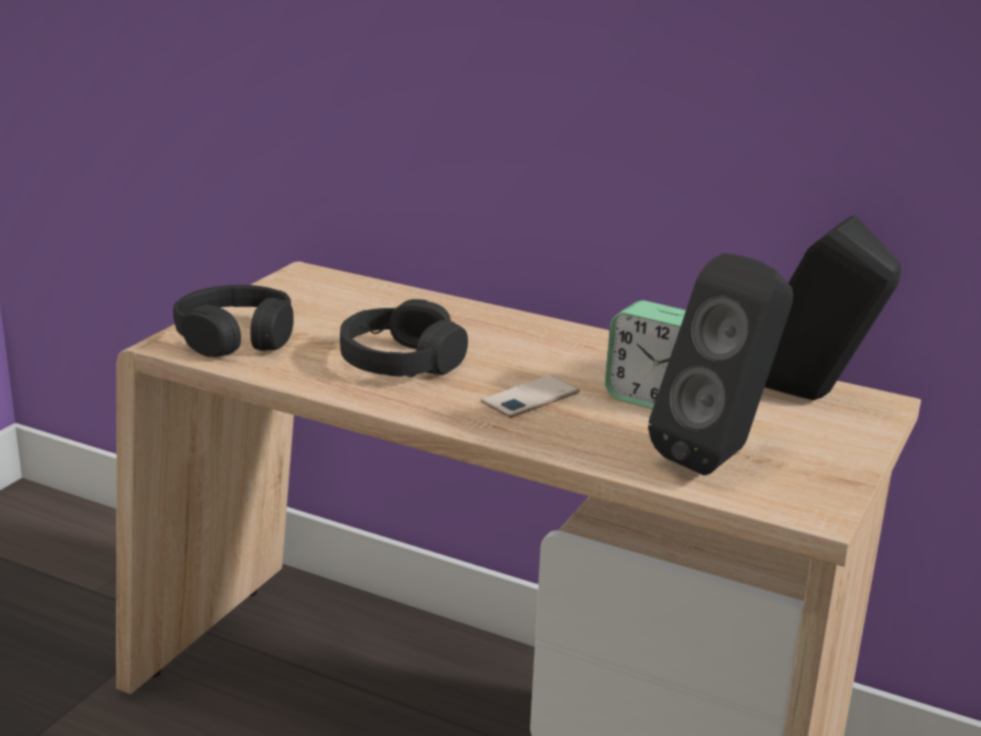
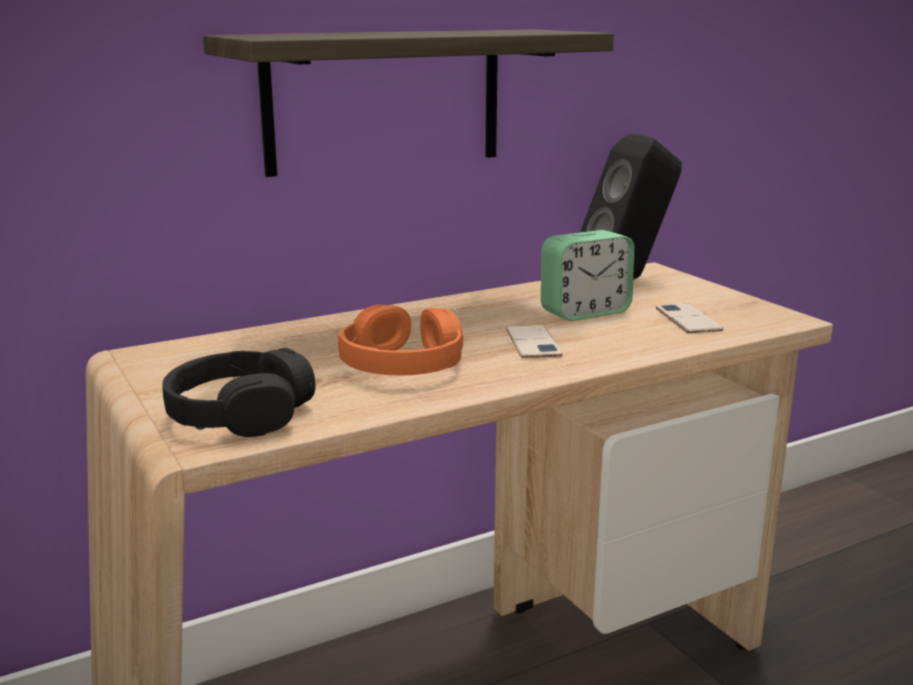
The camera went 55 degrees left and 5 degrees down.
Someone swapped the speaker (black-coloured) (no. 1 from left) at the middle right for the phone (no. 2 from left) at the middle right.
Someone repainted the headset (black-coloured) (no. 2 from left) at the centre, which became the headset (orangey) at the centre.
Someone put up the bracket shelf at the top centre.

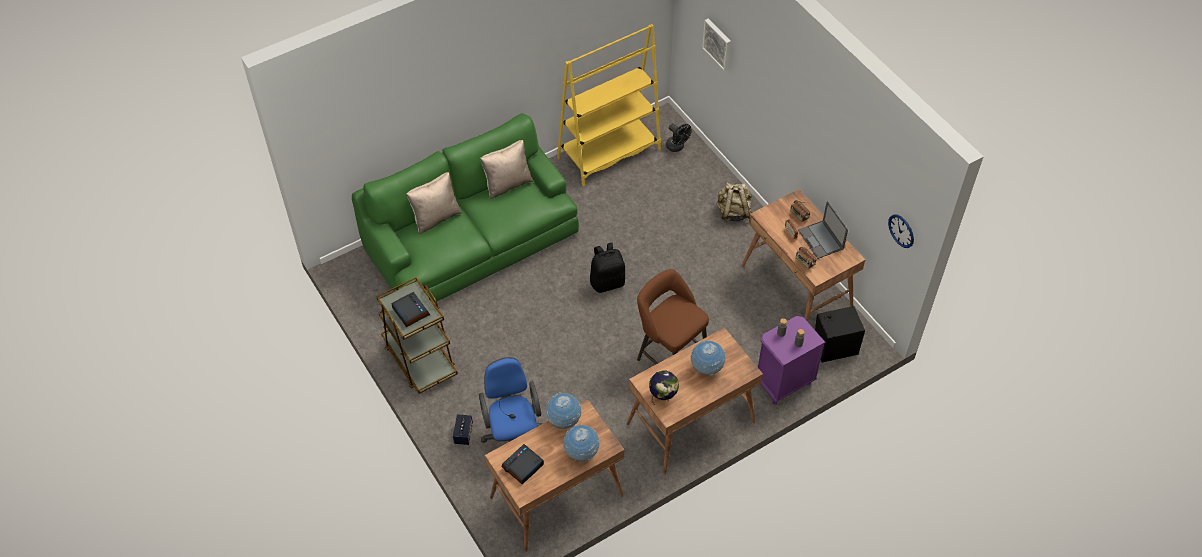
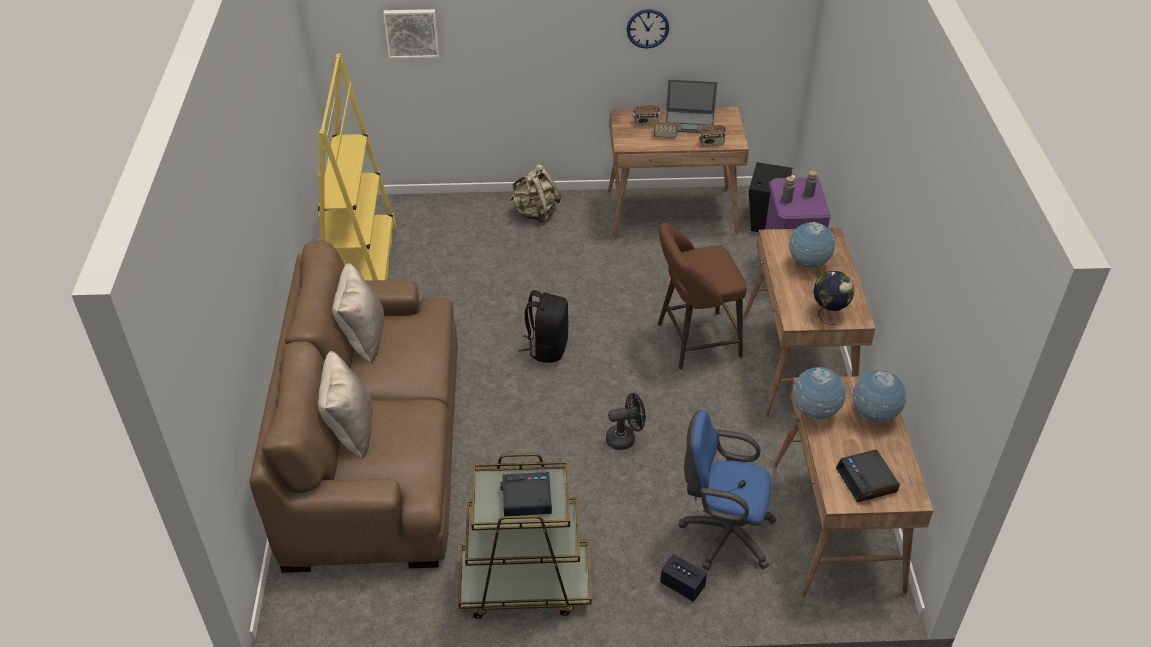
The camera went 60 degrees left and 10 degrees down.
Someone repainted the settee (green-coloured) at the centre, which became the settee (brownish) at the middle left.
Someone carried the electric fan (black-coloured) from the top centre to the centre.
Someone carried the clock on the wall from the middle right to the top centre.

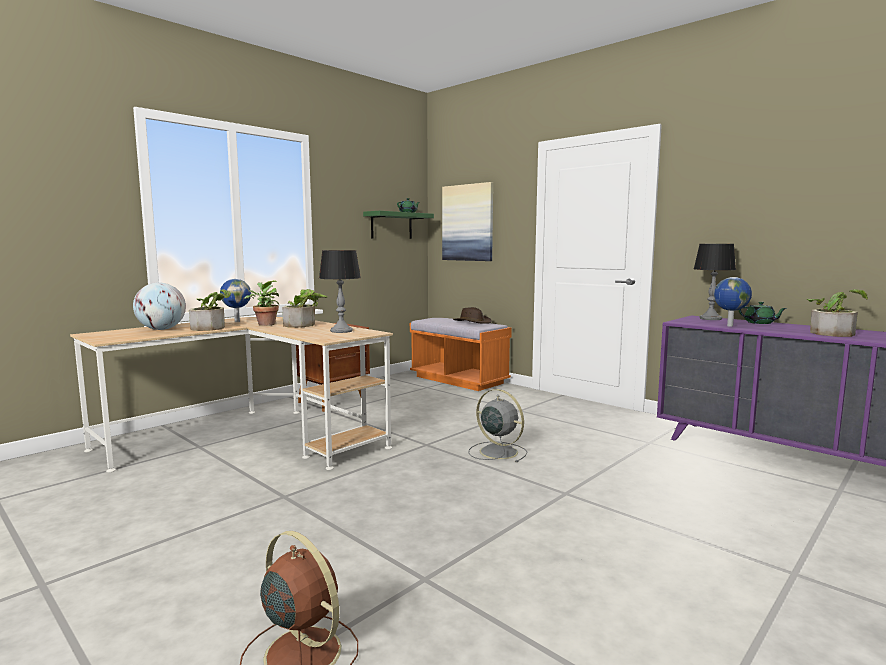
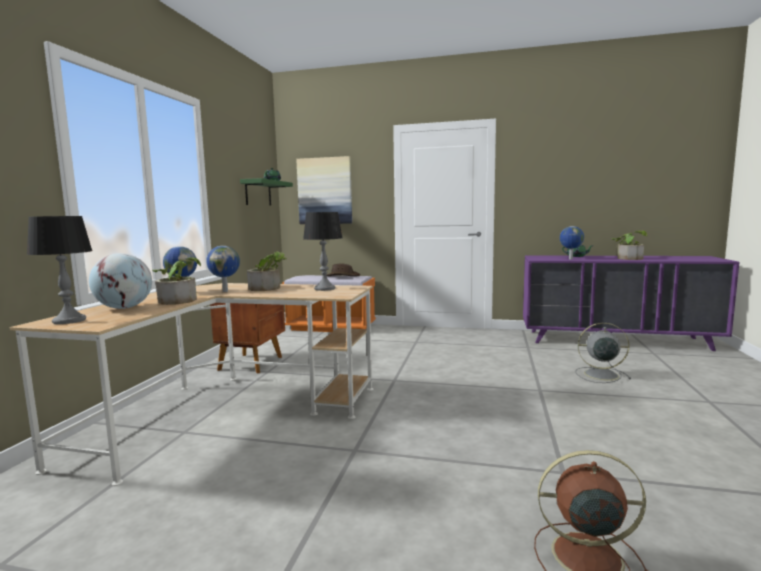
The camera went 30 degrees left and 0 degrees up.
Someone carried the table lamp (no. 2 from left in the first image) from the middle right to the middle left.
Someone swapped the houseplant (no. 2 from left) at the middle left for the globe (no. 3 from left) at the middle left.
Someone carried the electric fan (gray) from the centre to the middle right.

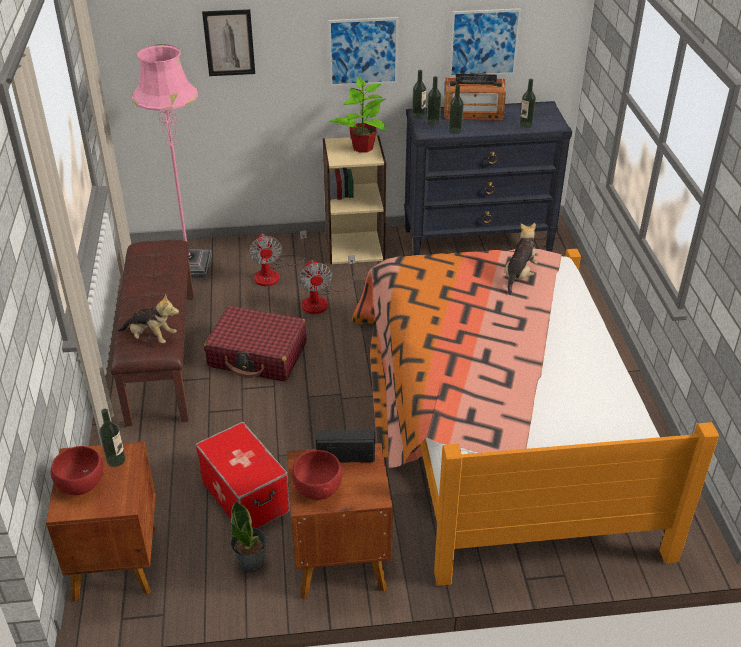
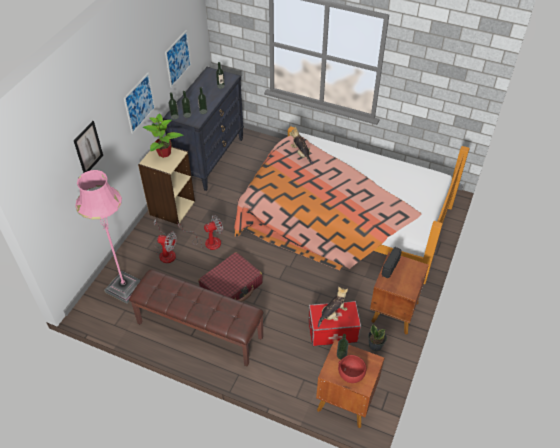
The camera went 60 degrees left and 10 degrees up.
Someone took away the radio set (no. 2 from left) at the top centre.
Someone rotated the electric fan (no. 2 from left) at the centre by 45 degrees counterclockwise.
Someone carried the soft toy (no. 1 from left in the first image) from the middle left to the bottom centre.
Someone took away the serving bowl (red-coloured) (no. 2 from left) at the bottom centre.

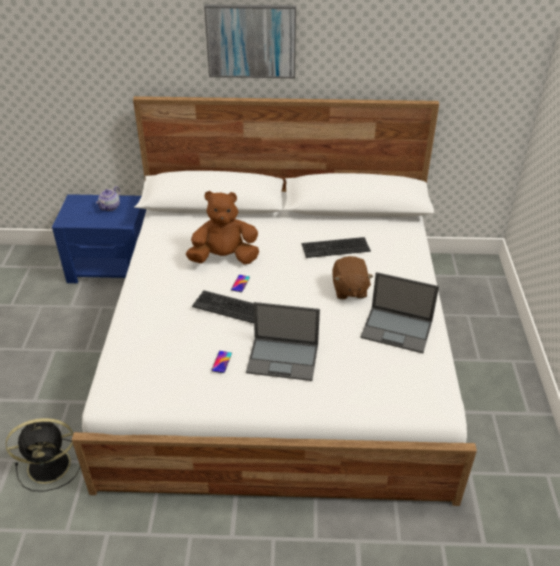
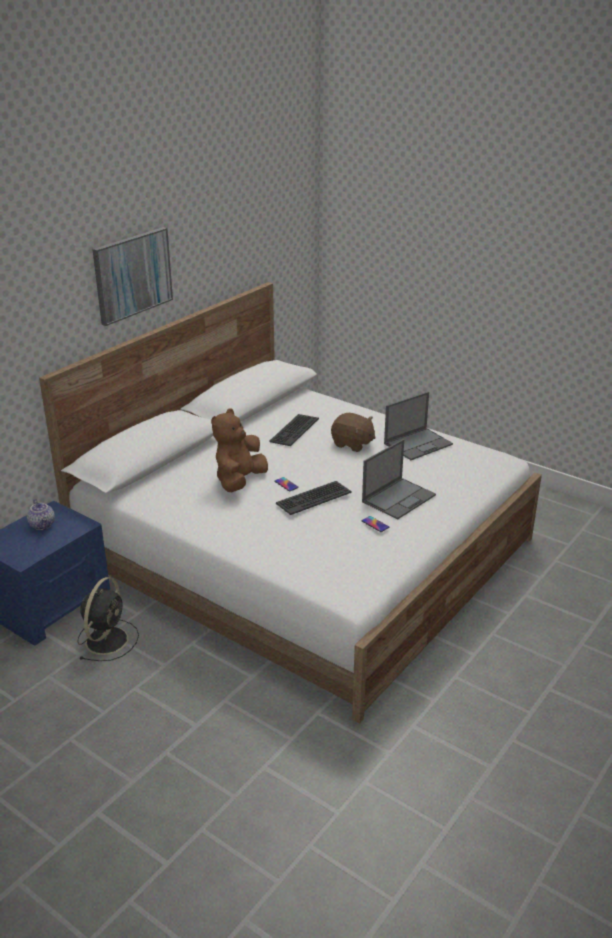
The camera went 55 degrees left and 10 degrees down.
Someone carried the electric fan (black-coloured) from the bottom left to the middle left.

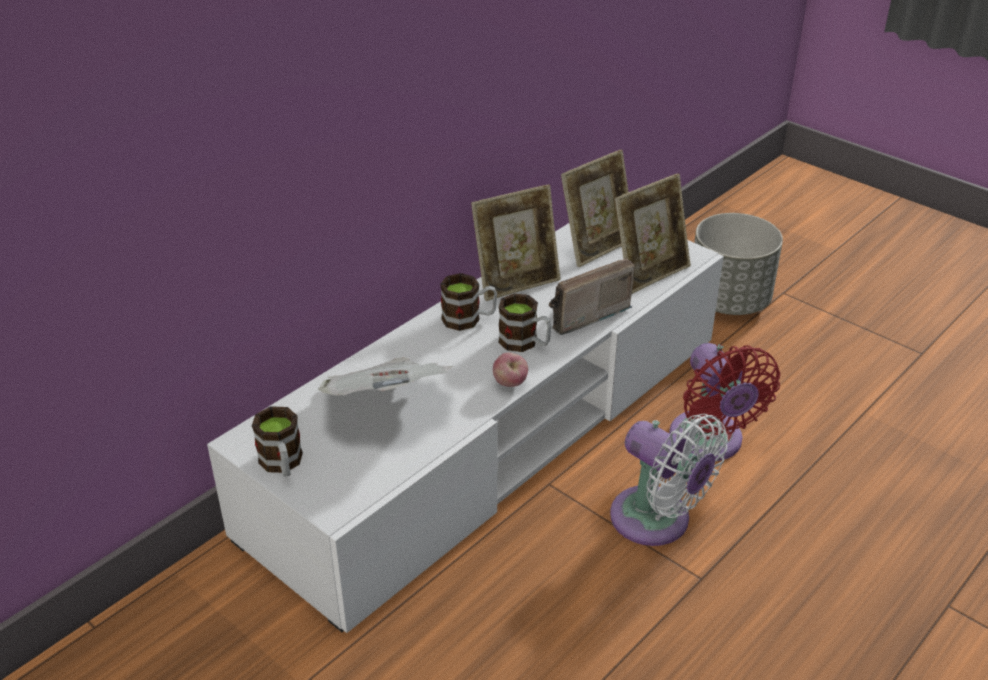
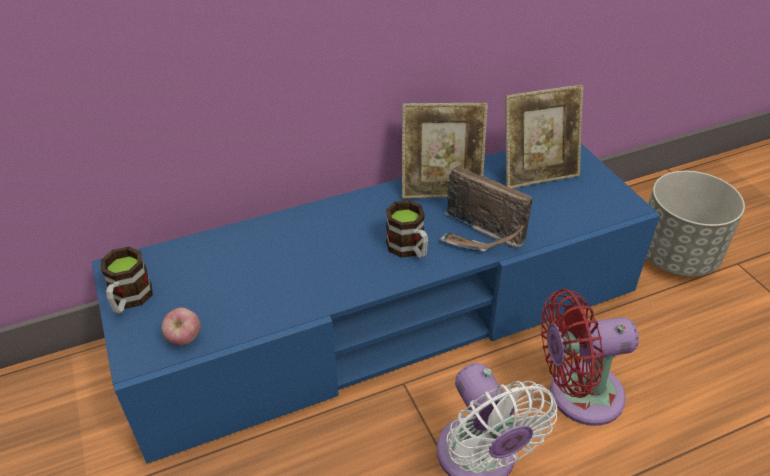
The camera went 25 degrees right and 5 degrees up.
Someone took away the picture frame (no. 3 from left) at the centre.
Someone repainted the media console (white-coloured) at the centre, which became the media console (blue-coloured) at the centre.
Someone rotated the radio set at the centre by 135 degrees counterclockwise.
Someone took away the tea mug (no. 2 from left) at the centre.
Someone rotated the electric fan (red-coloured) at the middle right by 75 degrees clockwise.
Someone carried the apple fruit from the centre to the bottom left.
Someone took away the newspaper at the centre.

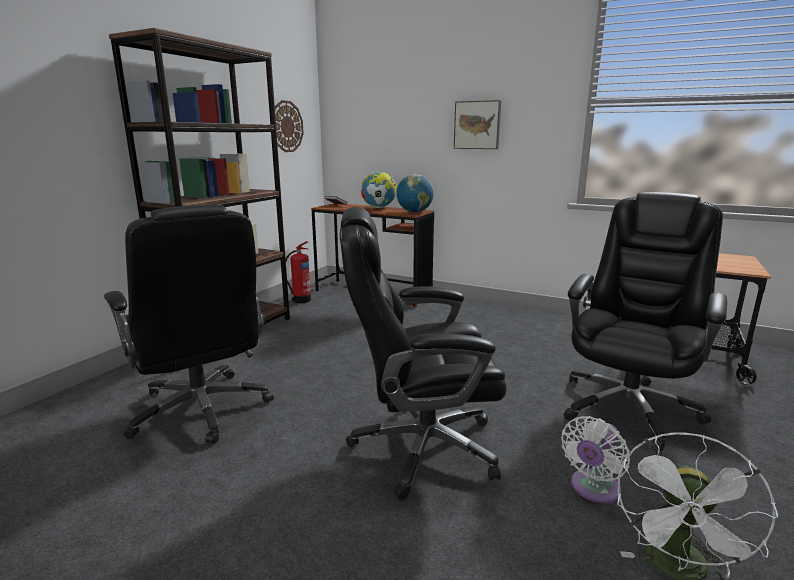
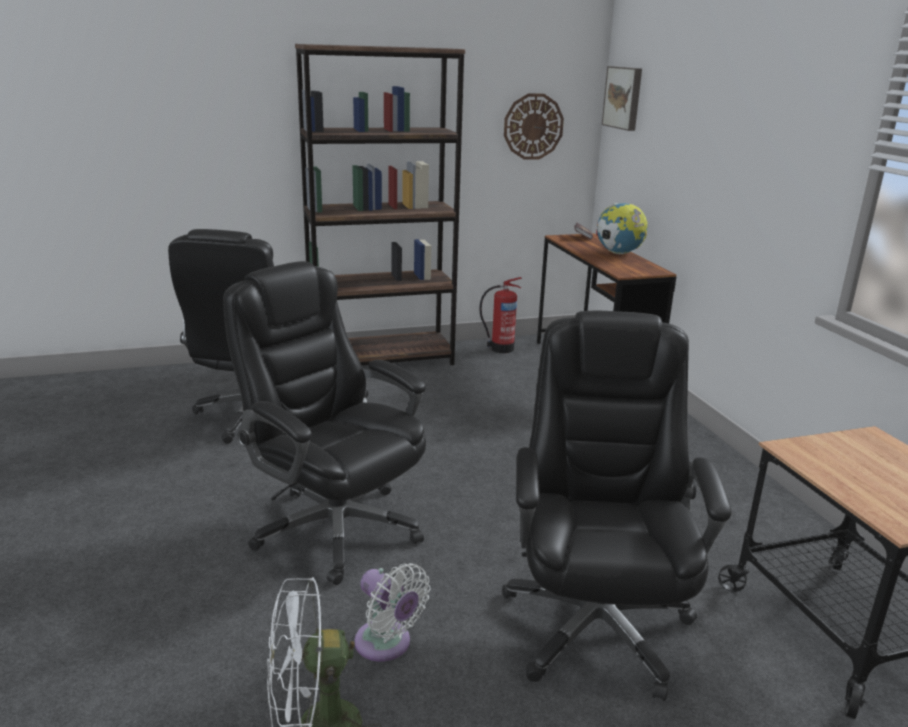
The camera went 45 degrees right and 5 degrees up.
Someone carried the wall picture from the top centre to the top right.
Someone took away the globe (no. 2 from left) at the top centre.
Someone rotated the desk chair (black-coloured) (no. 3 from left) at the middle right by 75 degrees counterclockwise.
Someone rotated the electric fan (white-coloured) (no. 1 from left in the first image) at the bottom right by 135 degrees counterclockwise.

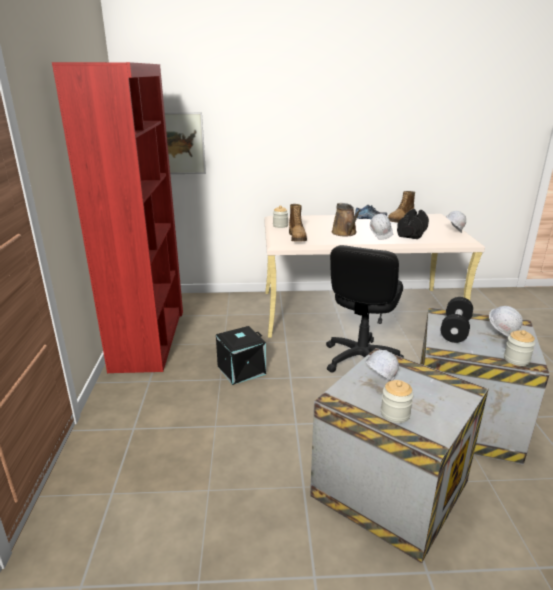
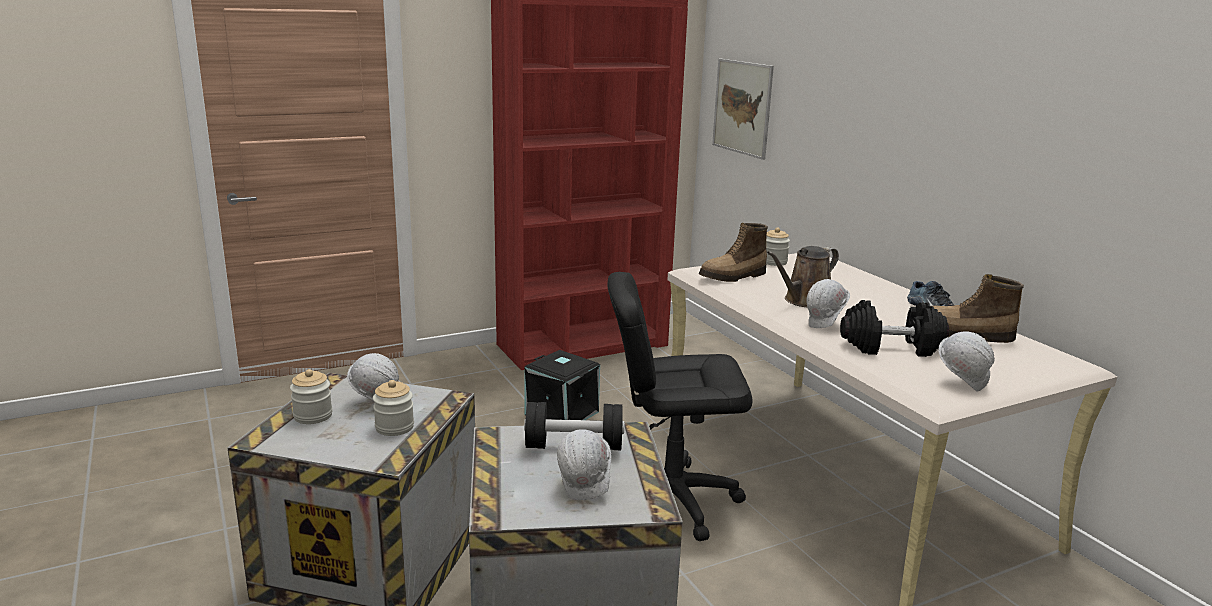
The camera went 65 degrees right and 5 degrees down.
Someone carried the storage jar (no. 3 from left in the first image) from the middle right to the bottom left.

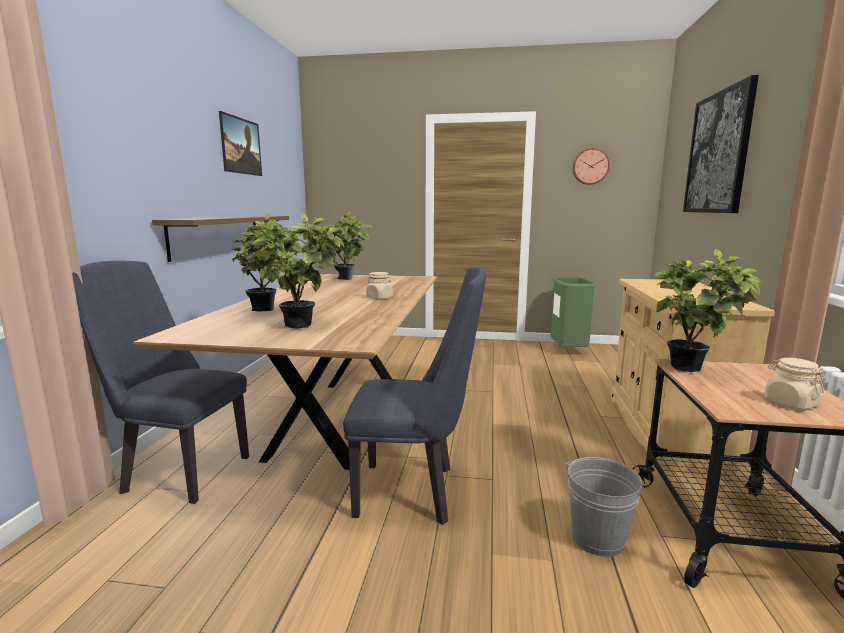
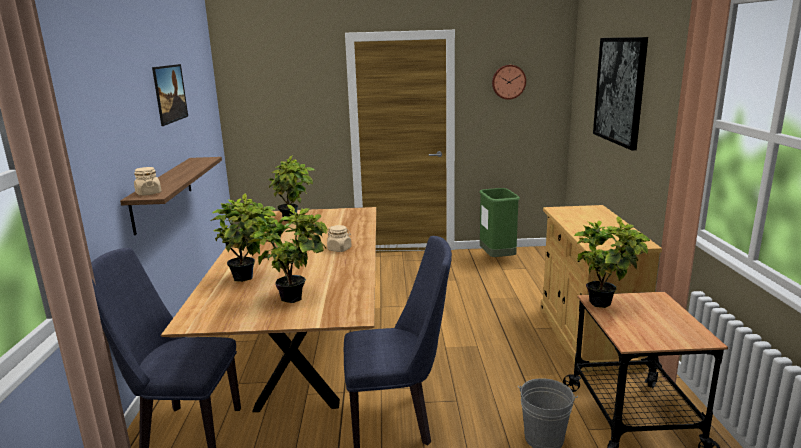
The camera went 10 degrees left and 5 degrees up.
Someone carried the storage jar (beige-coloured) (no. 2 from left in the first image) from the middle right to the middle left.

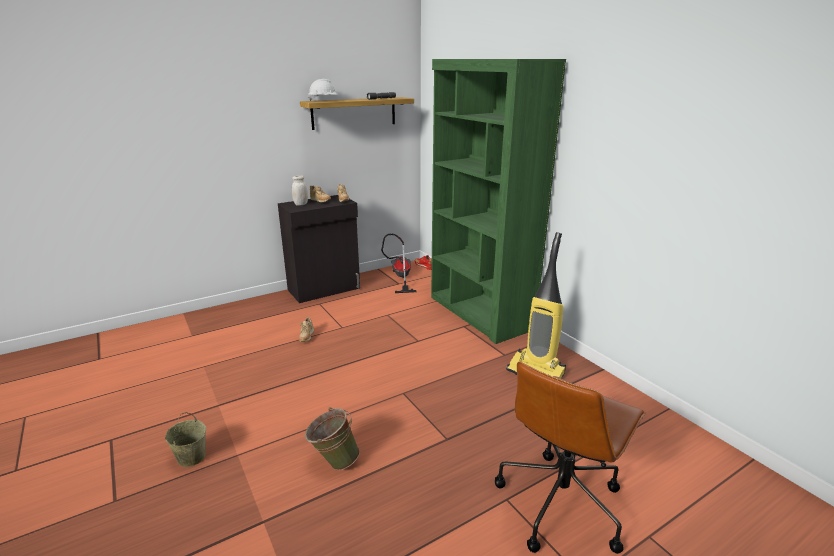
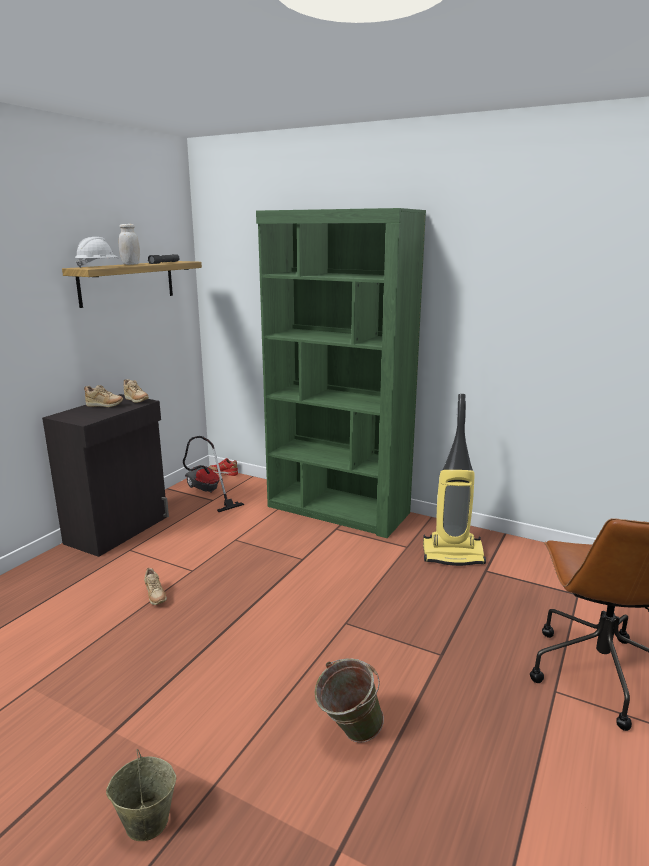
The camera went 30 degrees left and 5 degrees down.
Someone carried the storage jar (white-coloured) from the centre to the top left.

